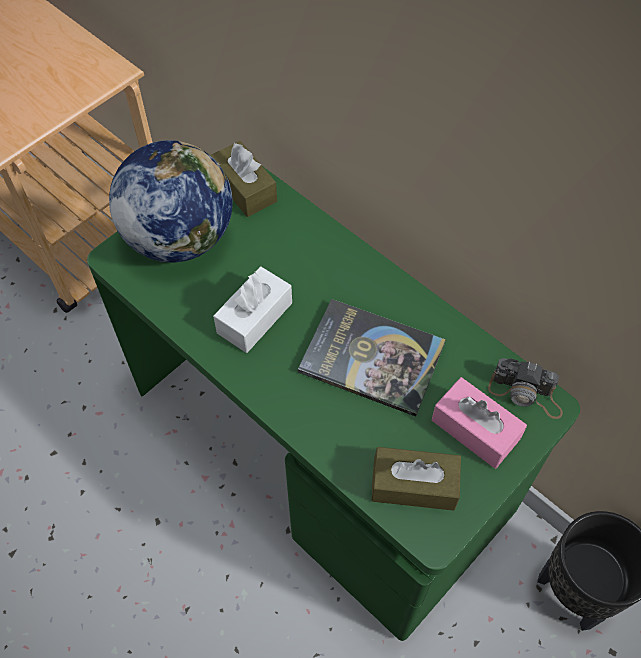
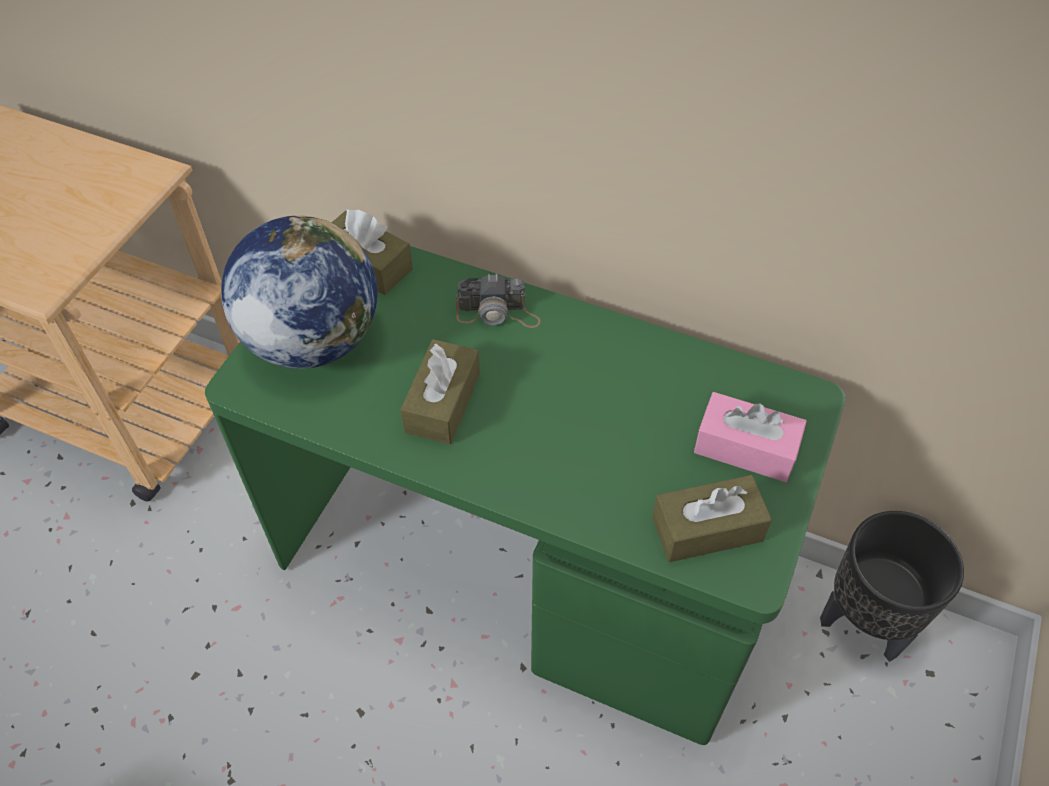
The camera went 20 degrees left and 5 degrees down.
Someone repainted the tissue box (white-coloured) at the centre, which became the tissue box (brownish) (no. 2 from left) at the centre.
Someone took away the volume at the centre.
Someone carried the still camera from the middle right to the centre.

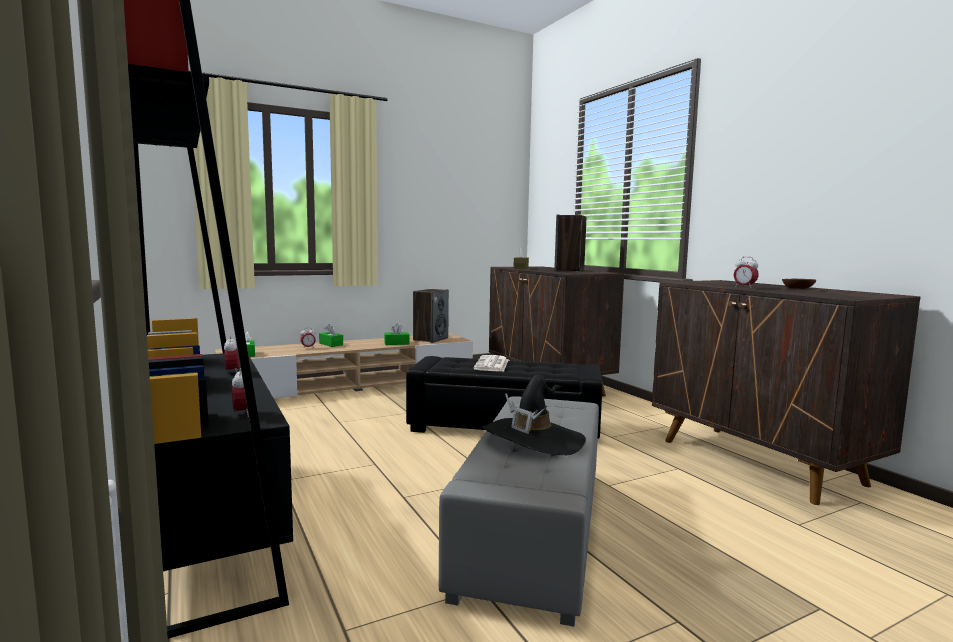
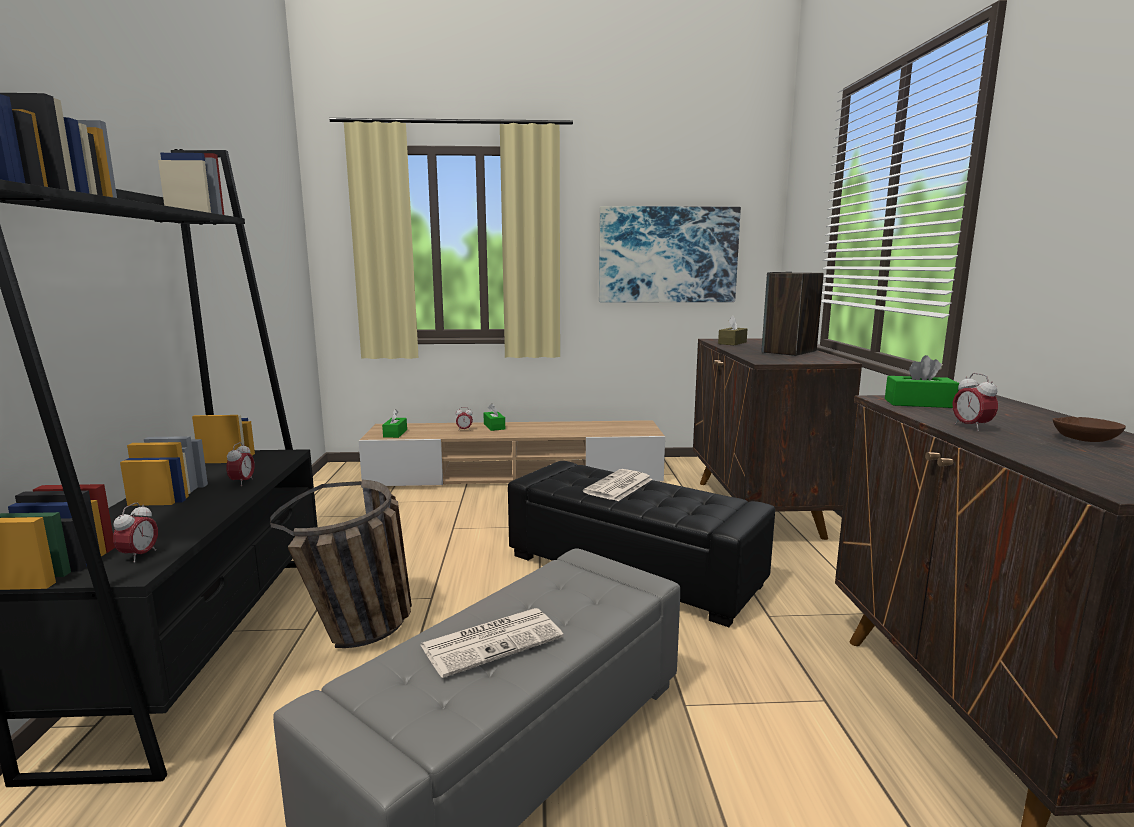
The camera went 25 degrees right and 5 degrees up.
Someone took away the speaker (no. 1 from left) at the centre.
Someone carried the tissue box (green-coloured) (no. 3 from left) from the centre to the middle right.
Someone swapped the hat (black-coloured) at the centre for the newspaper (no. 1 from left) at the bottom centre.
Someone put up the wall picture at the top centre.
Someone put down the household basket at the bottom left.

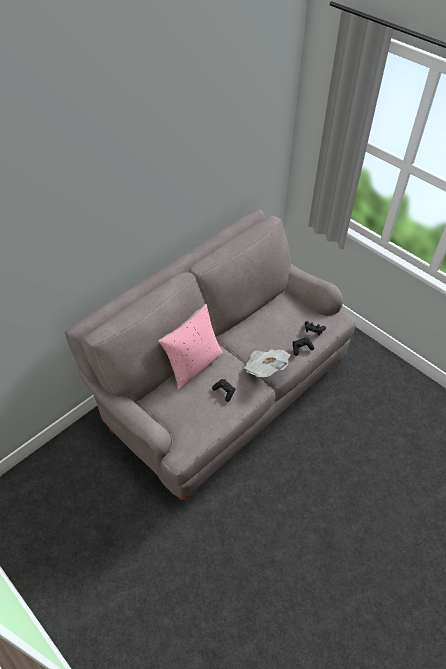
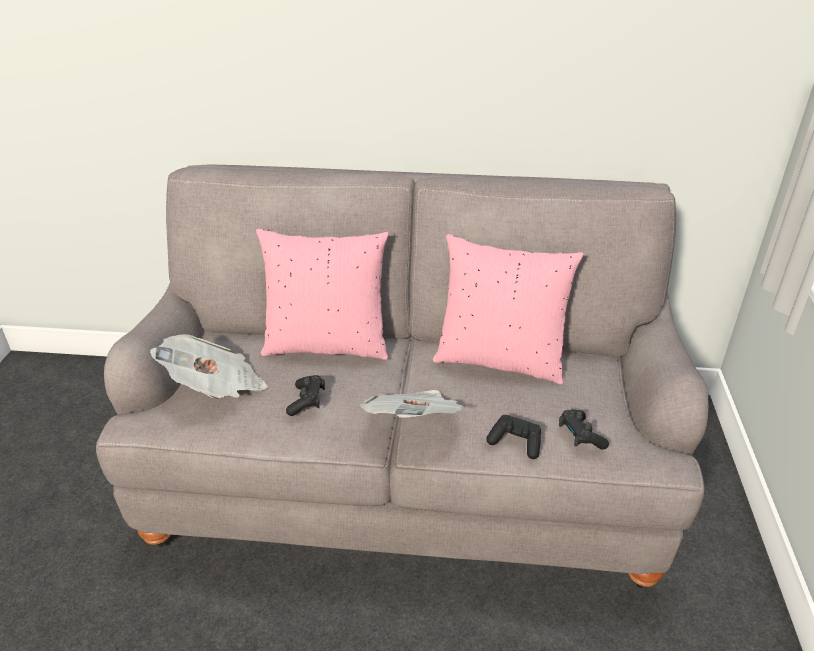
The camera went 50 degrees right and 15 degrees down.
Someone put down the cushion (pinkish) (no. 2 from left) at the centre.
Someone put down the newspaper (no. 1 from left) at the middle left.

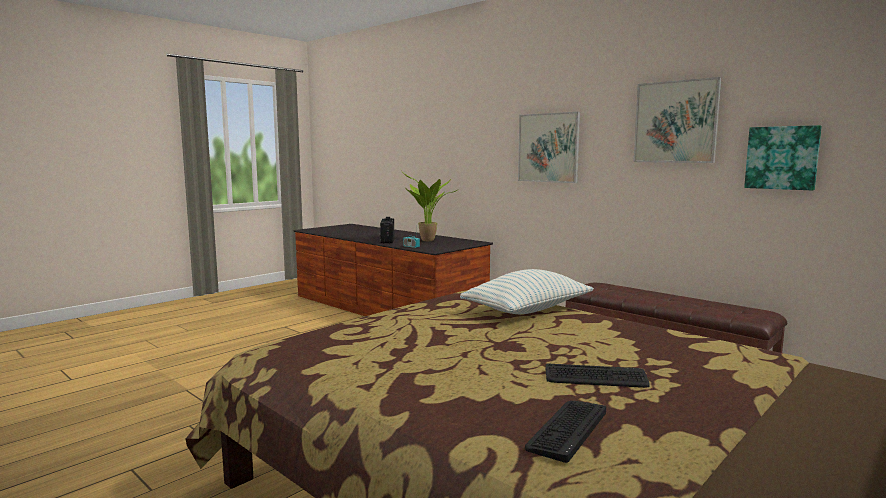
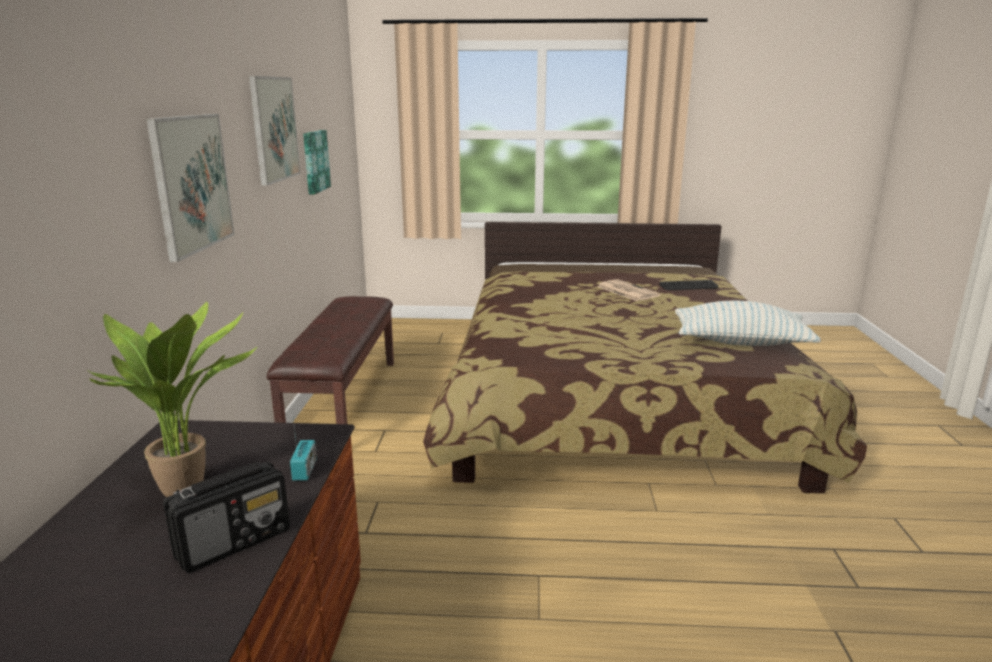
The camera went 130 degrees left and 10 degrees up.
Someone carried the cushion from the centre to the middle right.
Someone swapped the computer keyboard (no. 2 from left) at the bottom right for the newspaper at the centre.

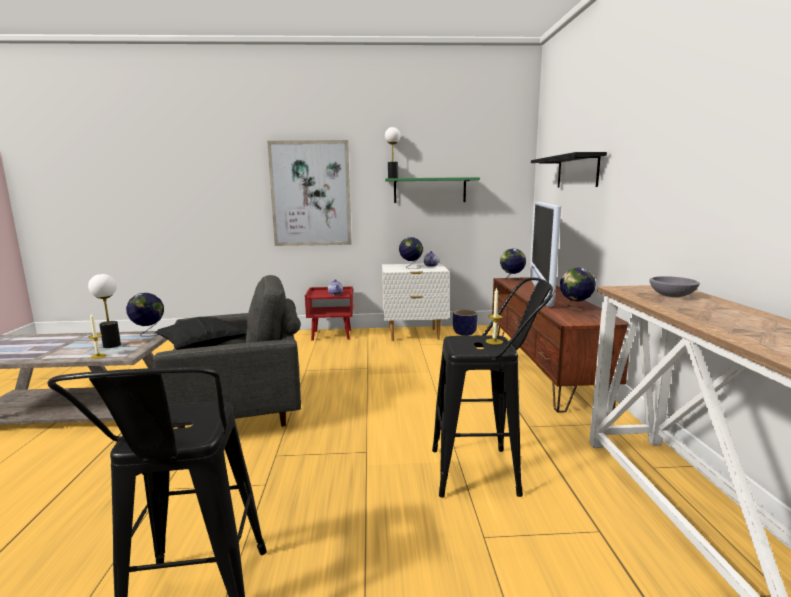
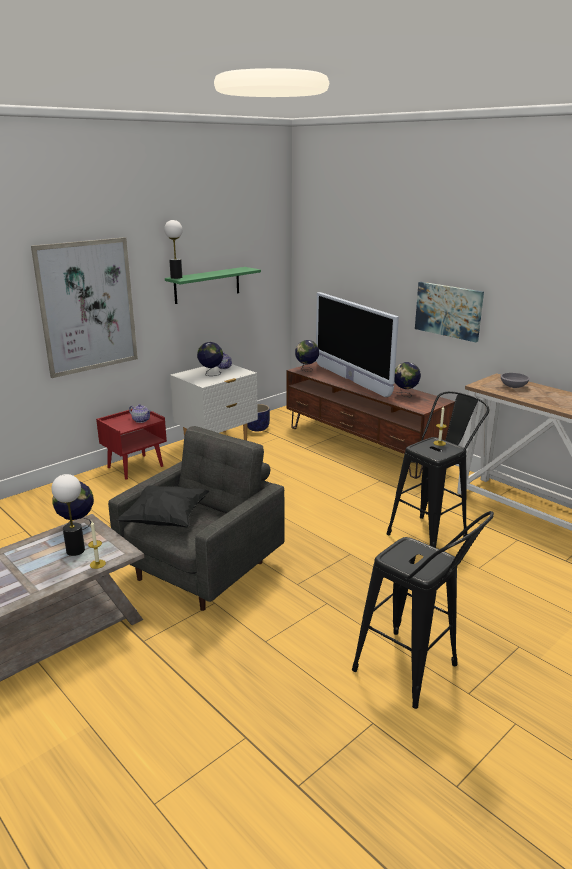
The camera went 40 degrees left and 10 degrees up.
Someone took away the bracket shelf (black-coloured) at the top right.
Someone put up the wall picture (no. 2 from left) at the middle right.

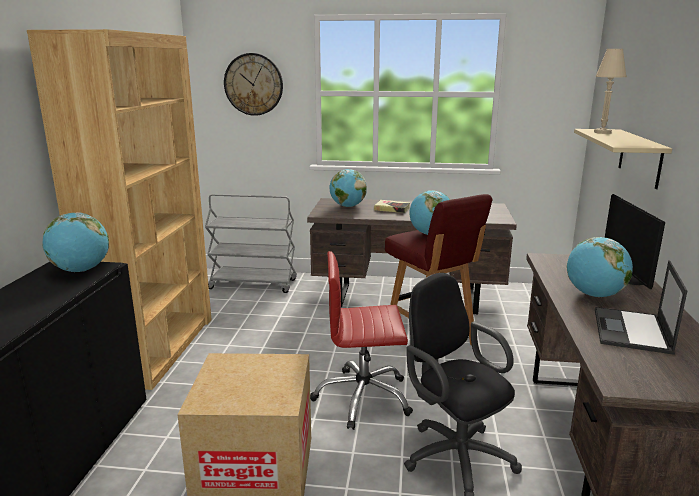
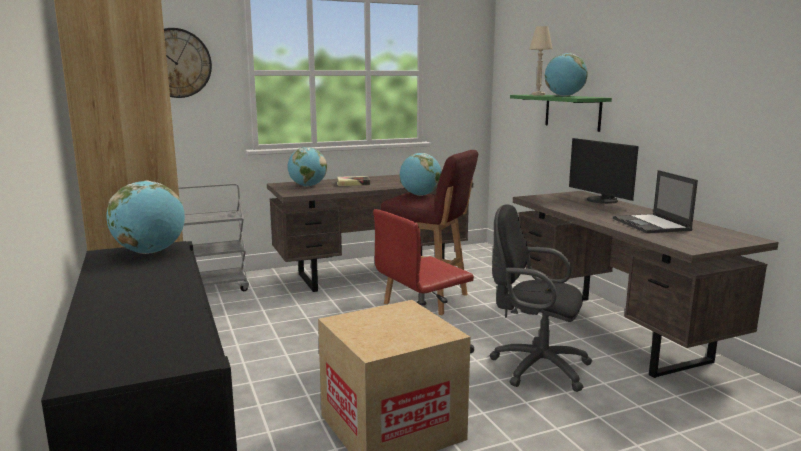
The camera went 30 degrees left and 5 degrees down.
Someone repainted the bracket shelf (beige-coloured) at the top right, which became the bracket shelf (green-coloured) at the top right.
Someone carried the globe (no. 4 from left) from the middle right to the top right.

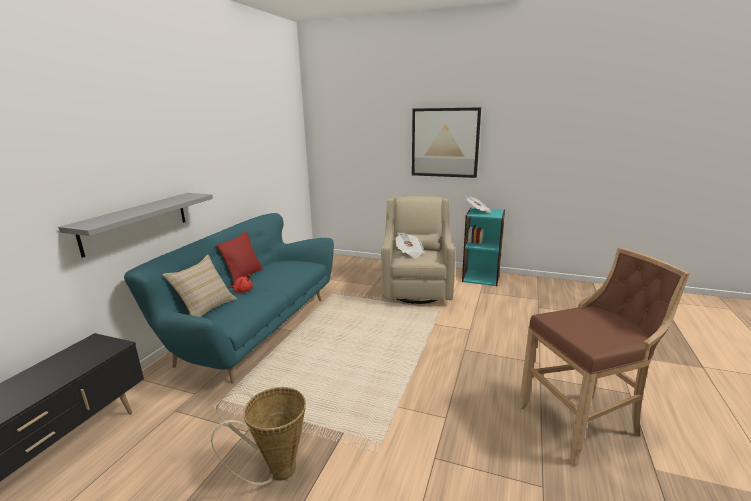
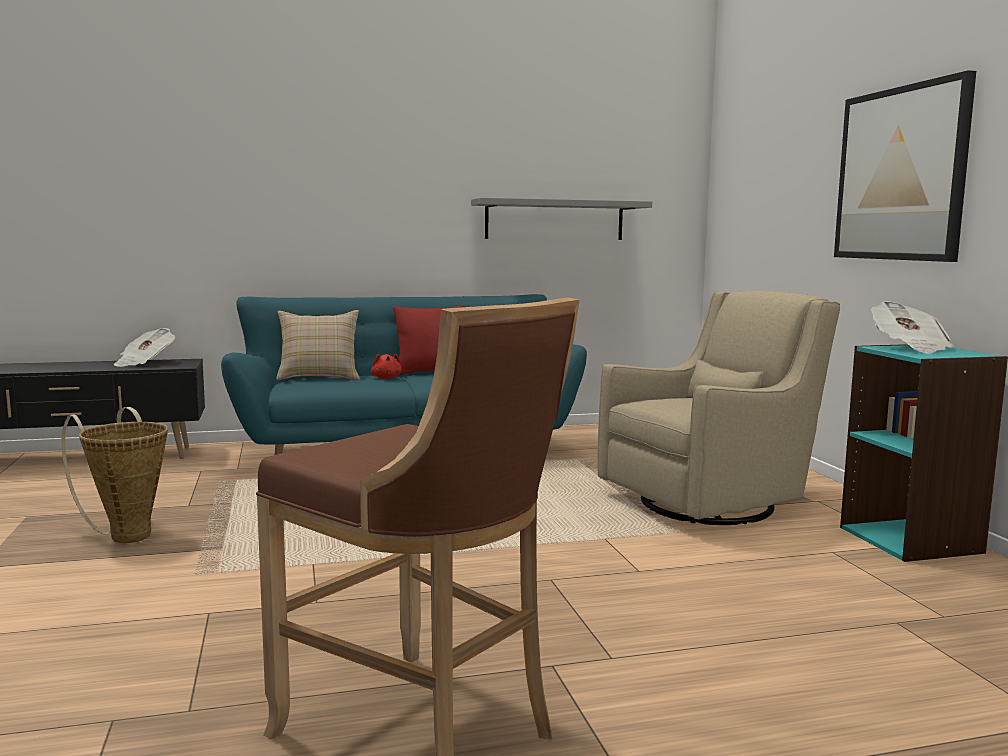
The camera went 55 degrees right and 10 degrees down.
Someone carried the bracket shelf (gray) from the middle left to the top centre.
Someone carried the newspaper (no. 1 from left) from the centre to the middle left.

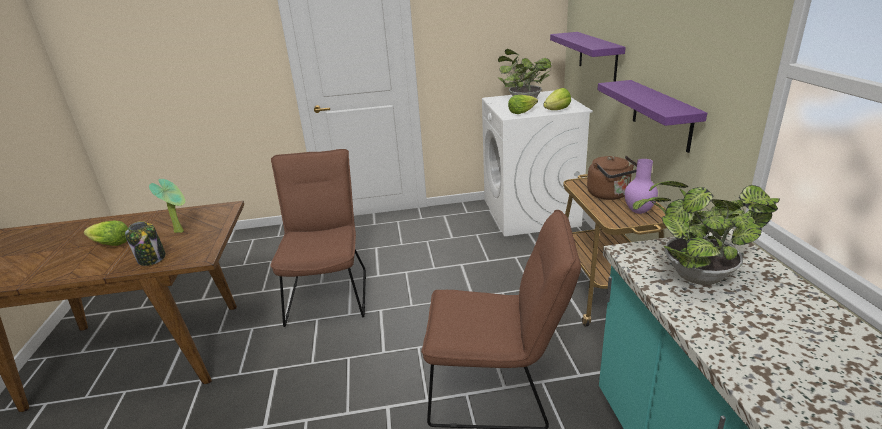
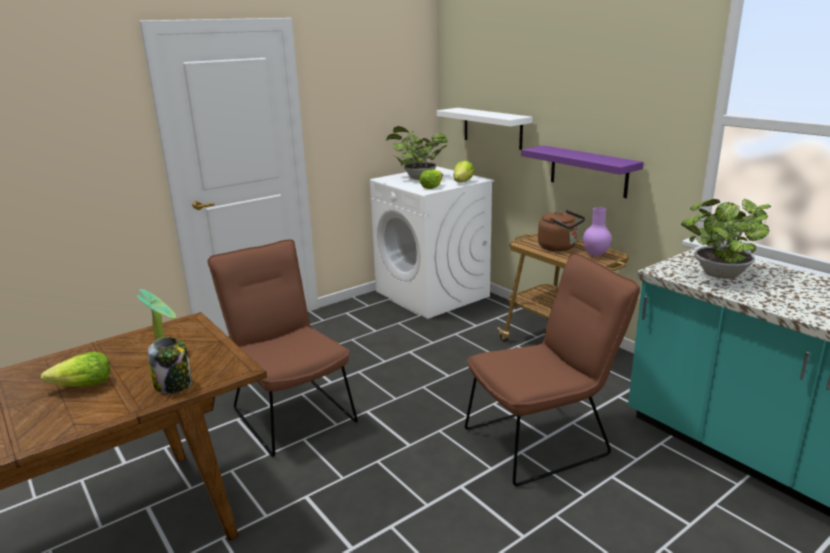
The camera went 30 degrees left and 5 degrees down.
Someone repainted the bracket shelf (purplish) (no. 1 from left) at the top right, which became the bracket shelf (white-coloured) at the top centre.

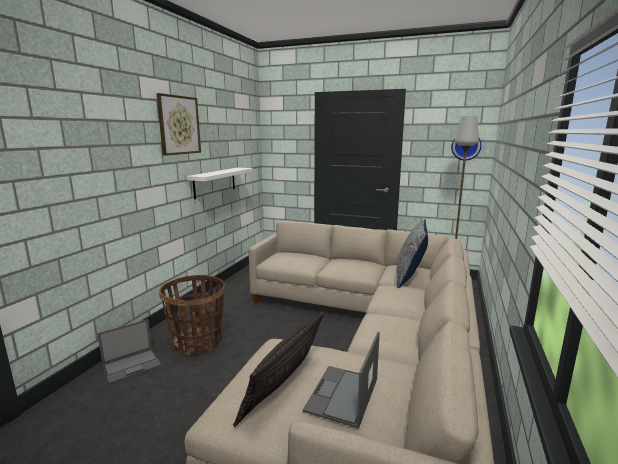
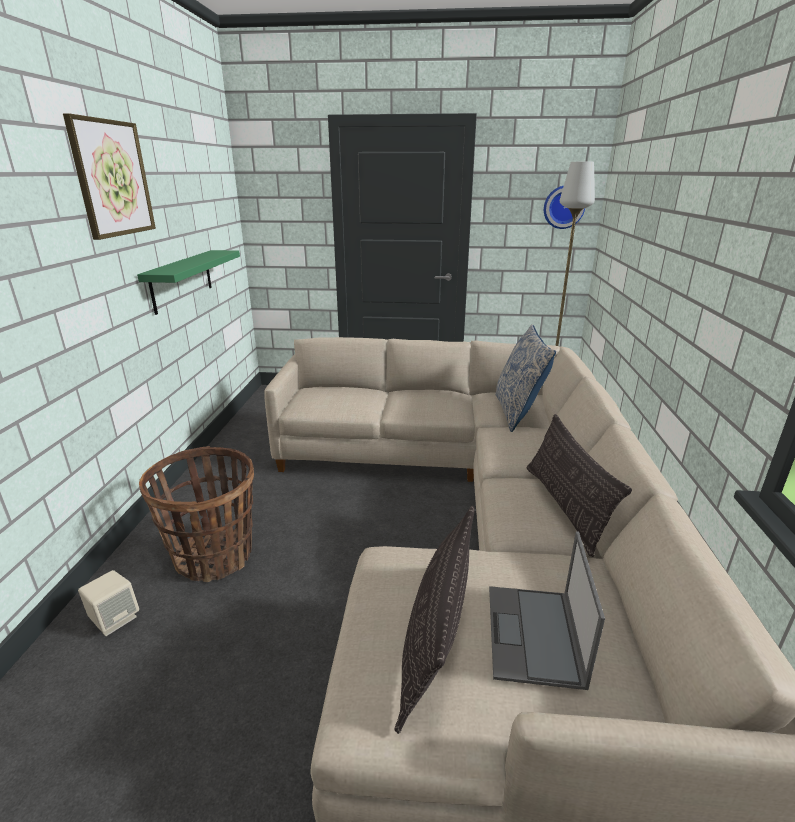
The camera went 15 degrees left and 10 degrees up.
Someone repainted the bracket shelf (white-coloured) at the centre, which became the bracket shelf (green-coloured) at the middle left.
Someone swapped the portable computer (no. 1 from left) at the bottom left for the speaker (beige-coloured) at the bottom left.
Someone put down the cushion (no. 3 from left) at the middle right.

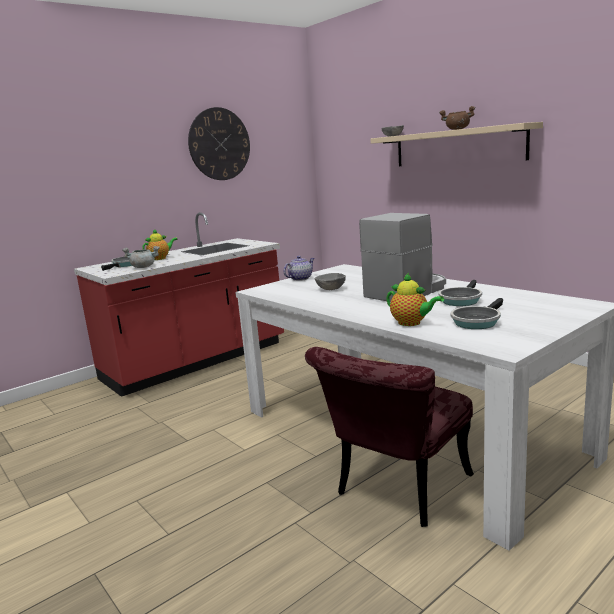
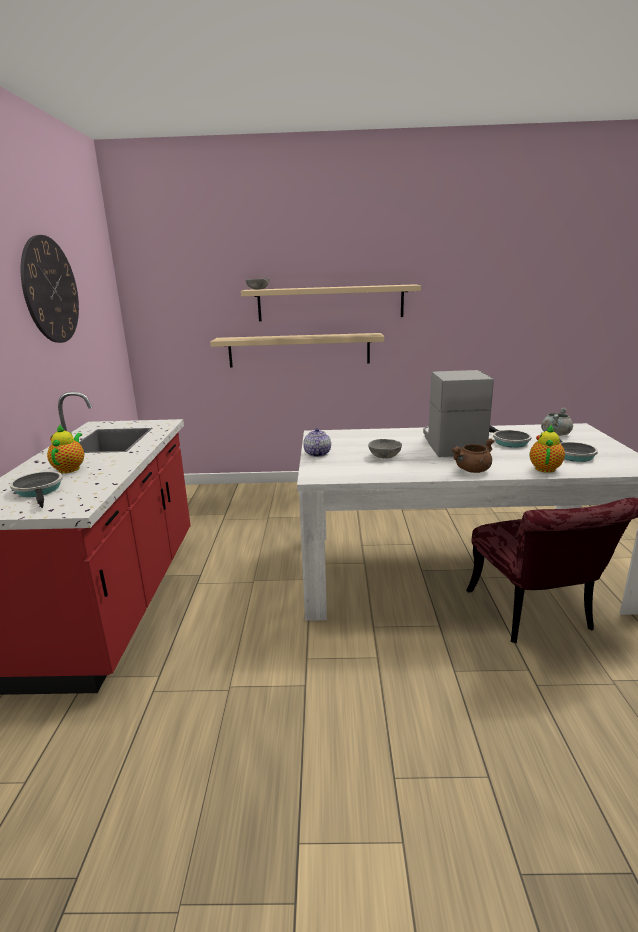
The camera went 50 degrees left and 5 degrees up.
Someone carried the cooking pot (brownish) from the top right to the middle right.
Someone carried the cooking pot (gray) from the middle left to the middle right.
Someone rotated the pot for tea (no. 3 from left) at the middle right by 60 degrees counterclockwise.
Someone put up the bracket shelf (beige-coloured) (no. 1 from left) at the centre.

